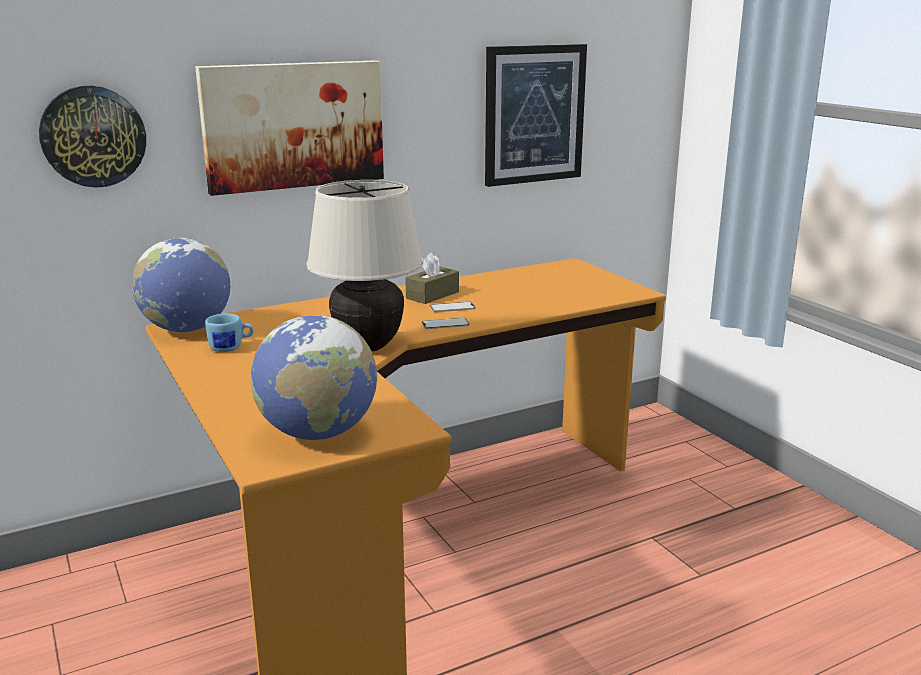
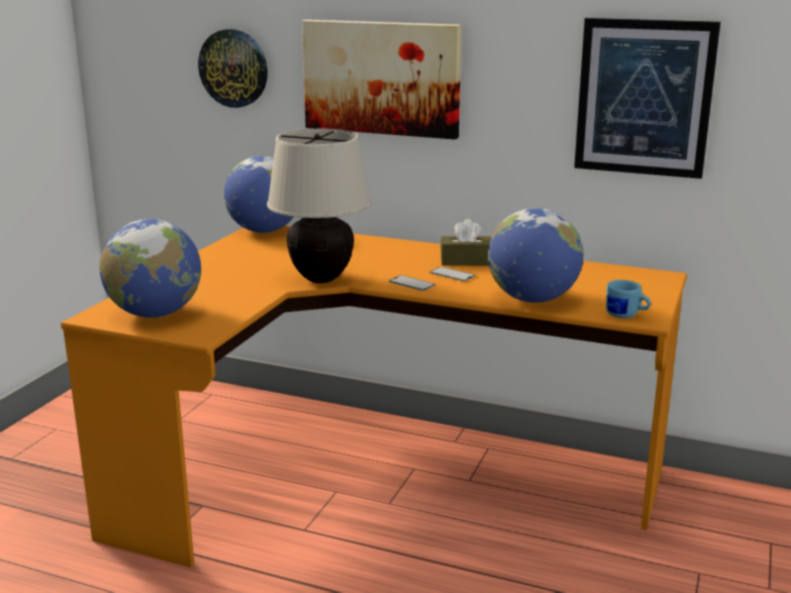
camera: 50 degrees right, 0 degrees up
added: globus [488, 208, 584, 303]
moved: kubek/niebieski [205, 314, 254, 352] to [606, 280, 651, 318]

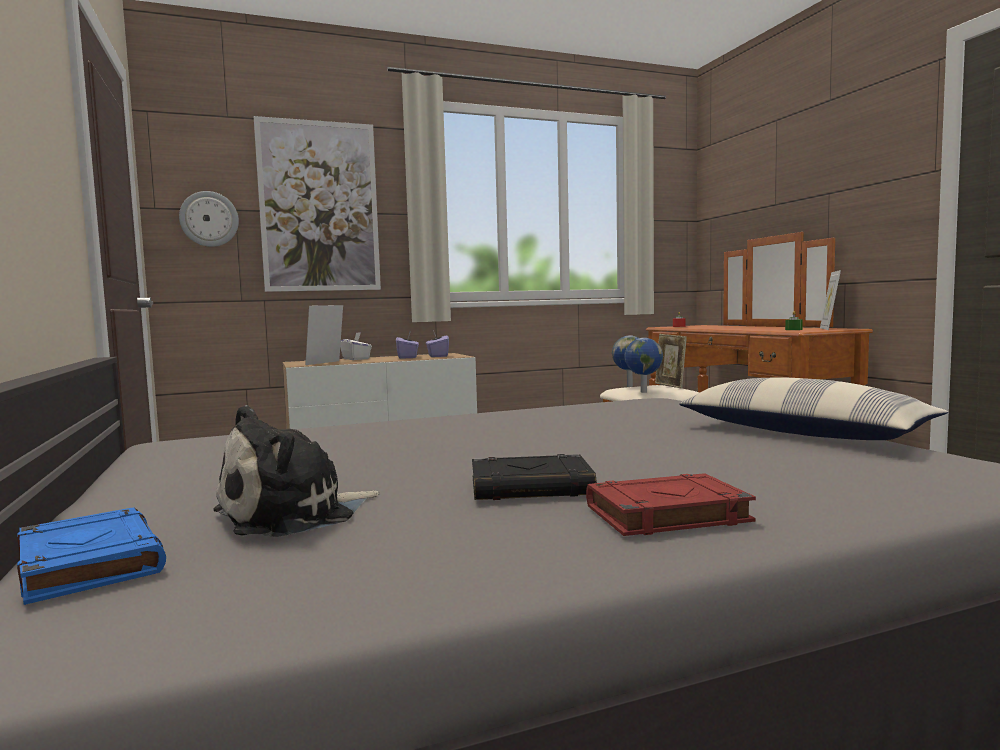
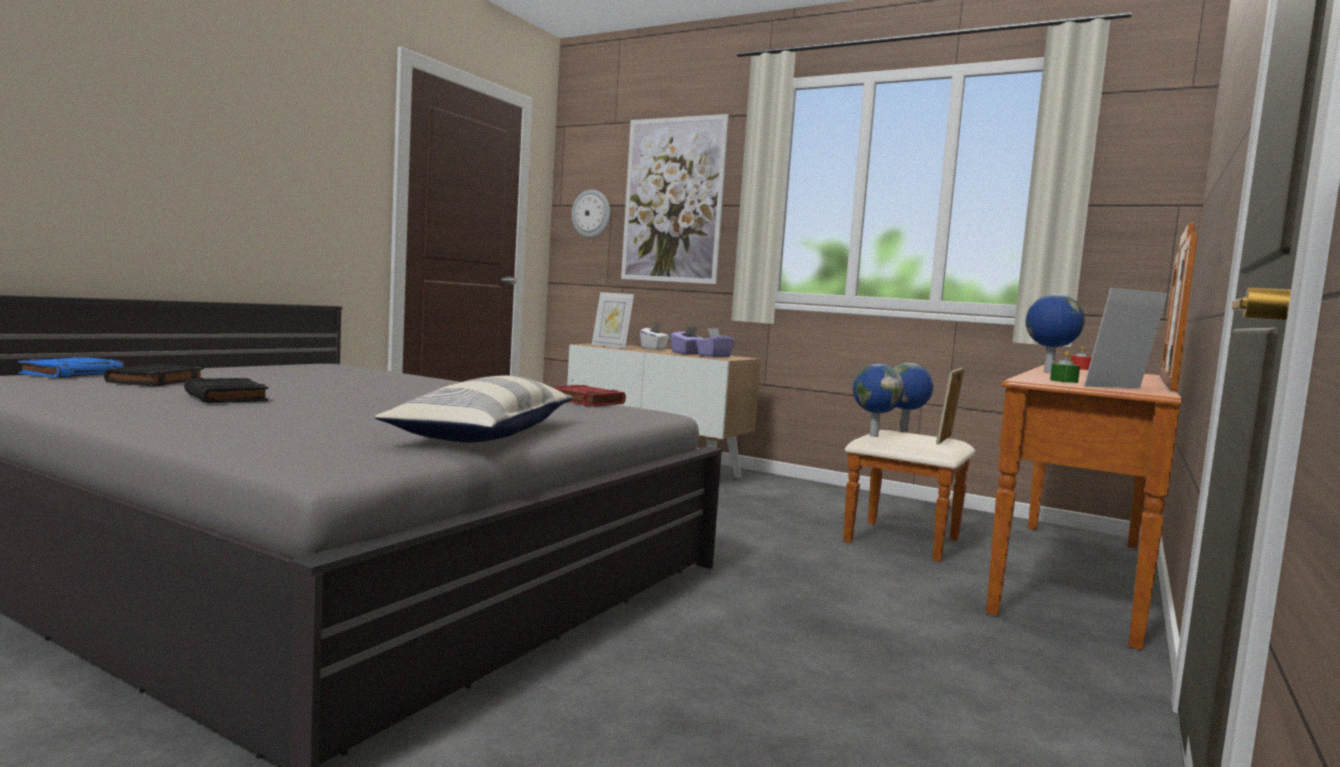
camera: 50 degrees right, 0 degrees up
added: globus [1026, 294, 1085, 373]
moved: książka/czerwony [586, 473, 756, 536] to [550, 385, 626, 407]
replaced: pluszak [213, 405, 379, 537] to książka/czarny [104, 364, 204, 386]
turned: ramka na zdjęcie [305, 305, 343, 365] = [592, 292, 634, 349] 135 degrees counterclockwise

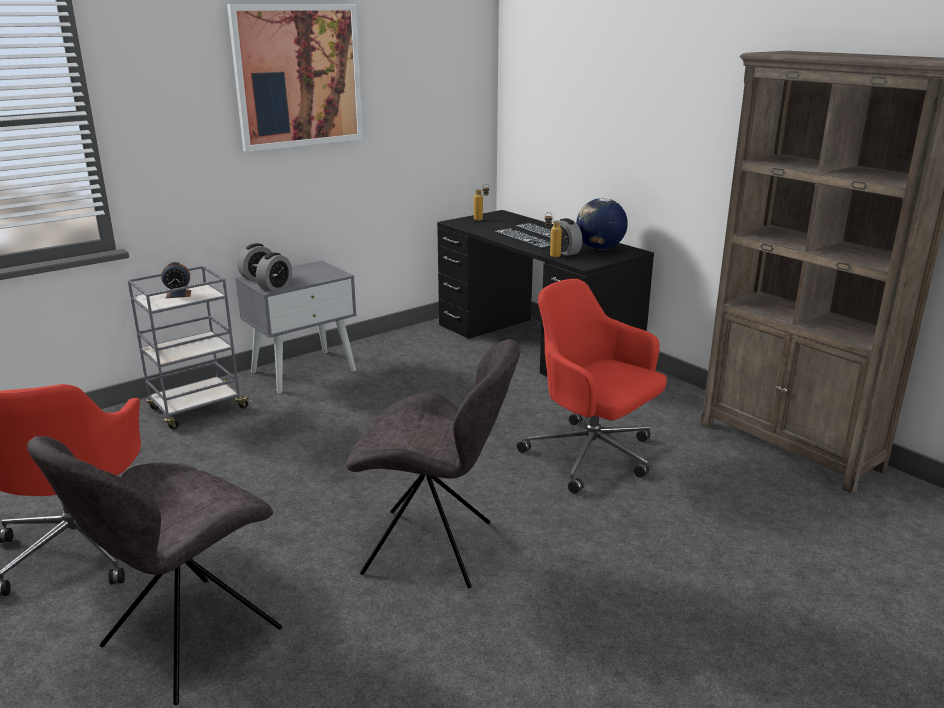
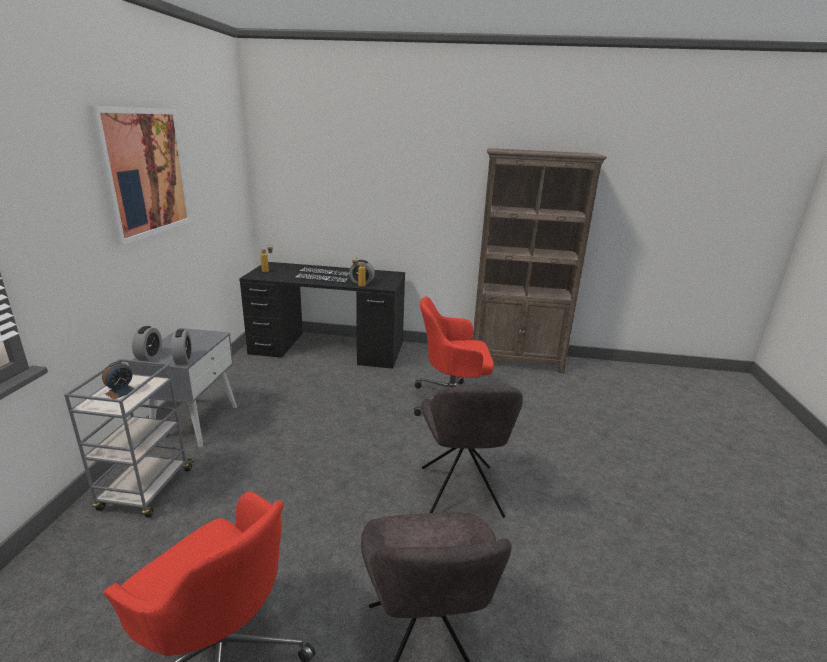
camera: 45 degrees left, 0 degrees up
removed: globus [576, 198, 628, 250]
turned: krzesło/szary [346, 339, 521, 588] = [421, 385, 523, 518] 120 degrees clockwise

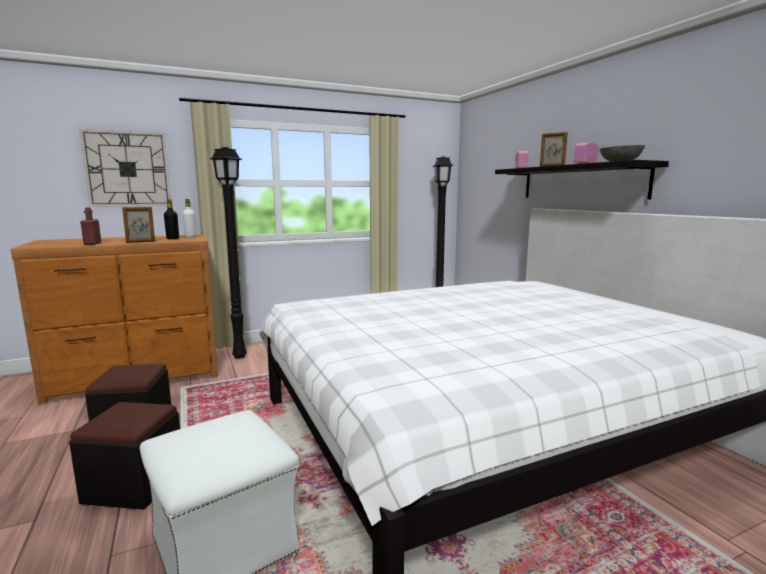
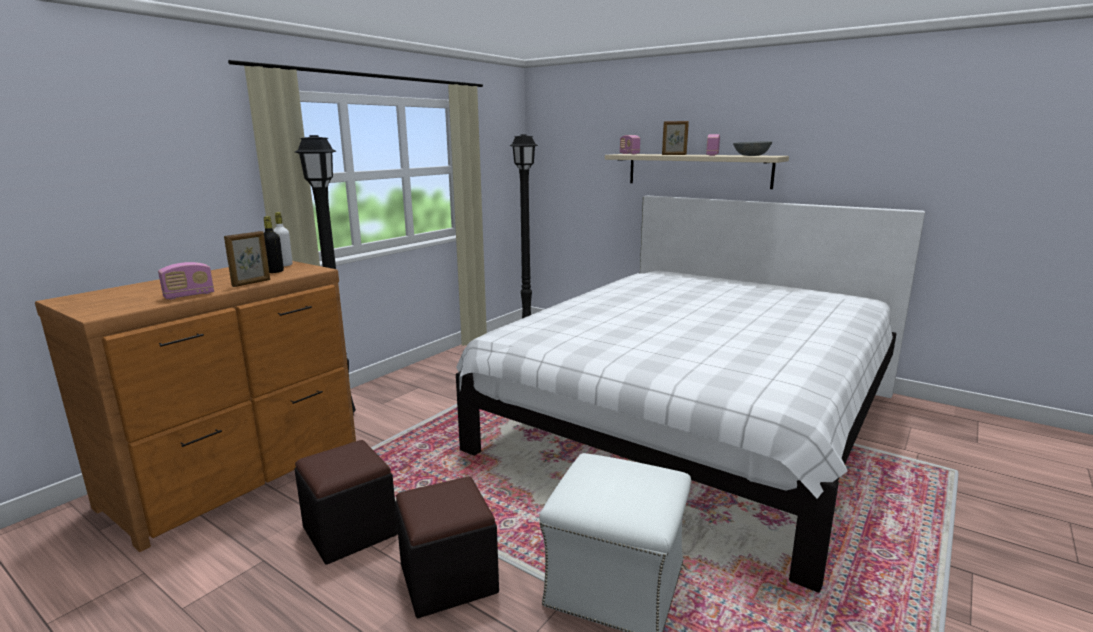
camera: 30 degrees left, 5 degrees up
removed: zegar ścienny [79, 129, 171, 207]
replaced: butelka/czerwony [80, 208, 101, 245] to radio [158, 262, 214, 300]
recoloured: półka/czarny [495, 160, 669, 199] to półka/beżowy [605, 154, 789, 189]

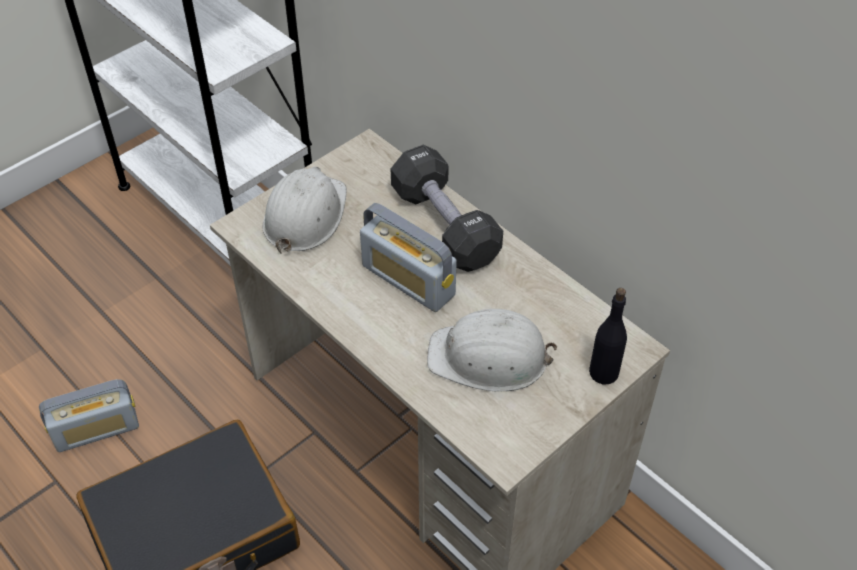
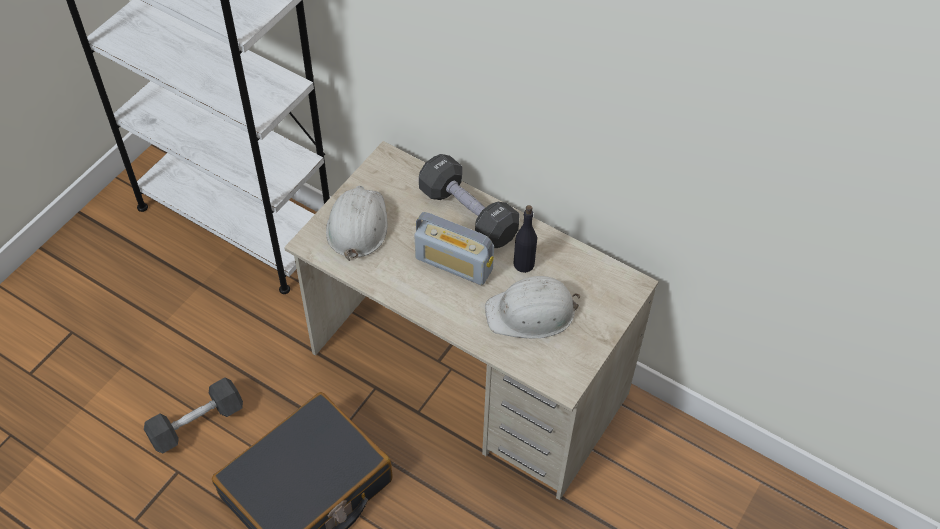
camera: 15 degrees left, 5 degrees up
moved: butelka/czarny [589, 288, 627, 384] to [513, 205, 537, 273]
replaced: radio [39, 379, 139, 452] to hantel/czarny [144, 377, 243, 454]

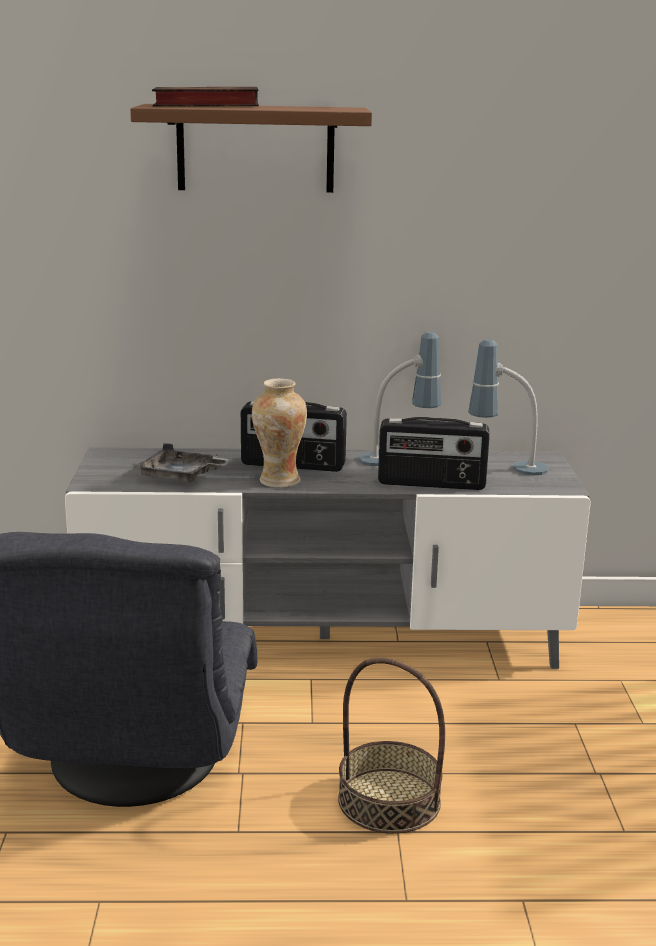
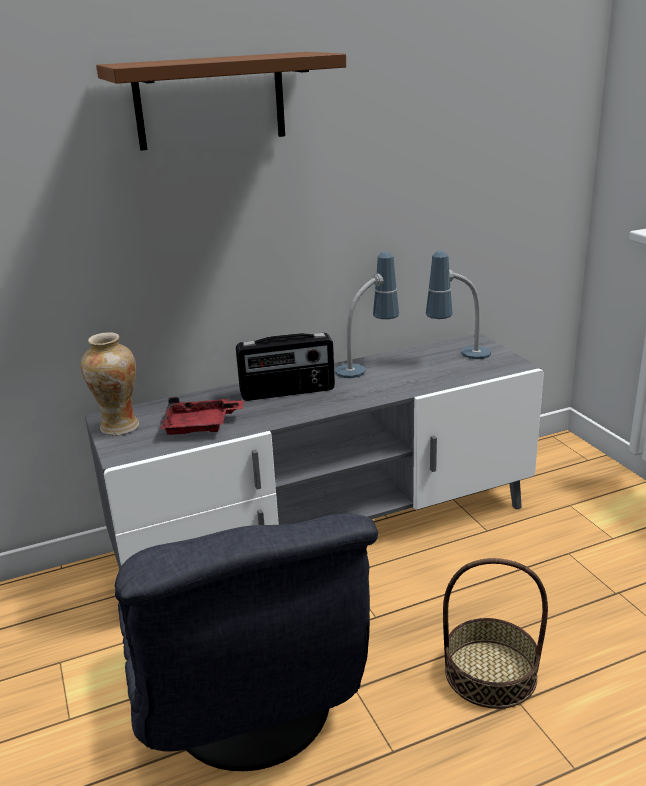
camera: 20 degrees left, 5 degrees up
removed: książka [152, 87, 259, 107]; radio [378, 417, 490, 490]
moved: wazon [252, 378, 307, 488] to [81, 332, 139, 436]
recoloured: taca/szary [134, 443, 232, 483] to taca/czerwony [159, 397, 244, 435]

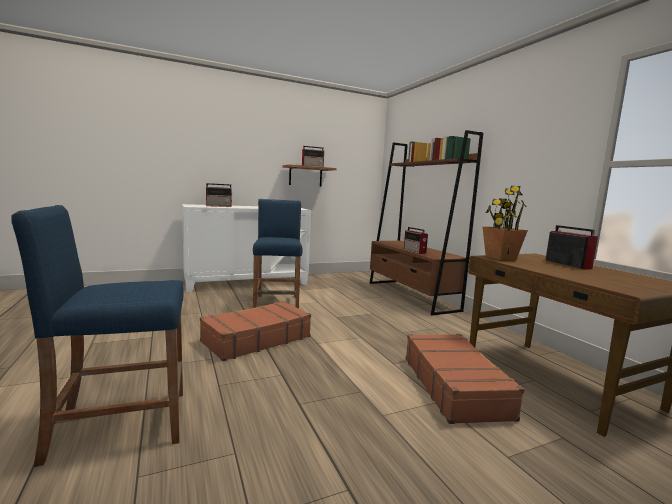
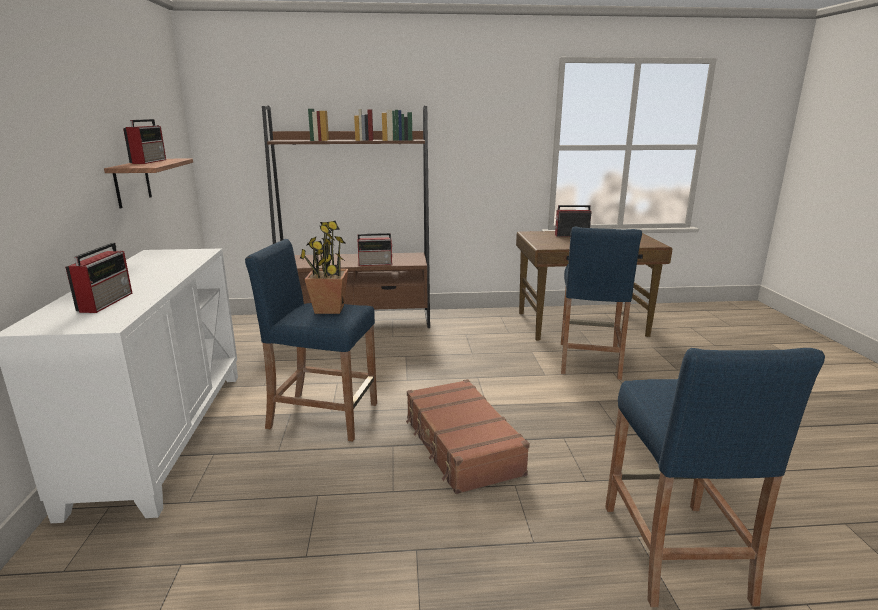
camera: 70 degrees left, 10 degrees up
moved: roślina doniczkowa [483, 186, 528, 260] to [300, 221, 348, 314]
replaced: walizka/brązowy [406, 334, 524, 424] to stołek/niebieski [561, 226, 642, 380]

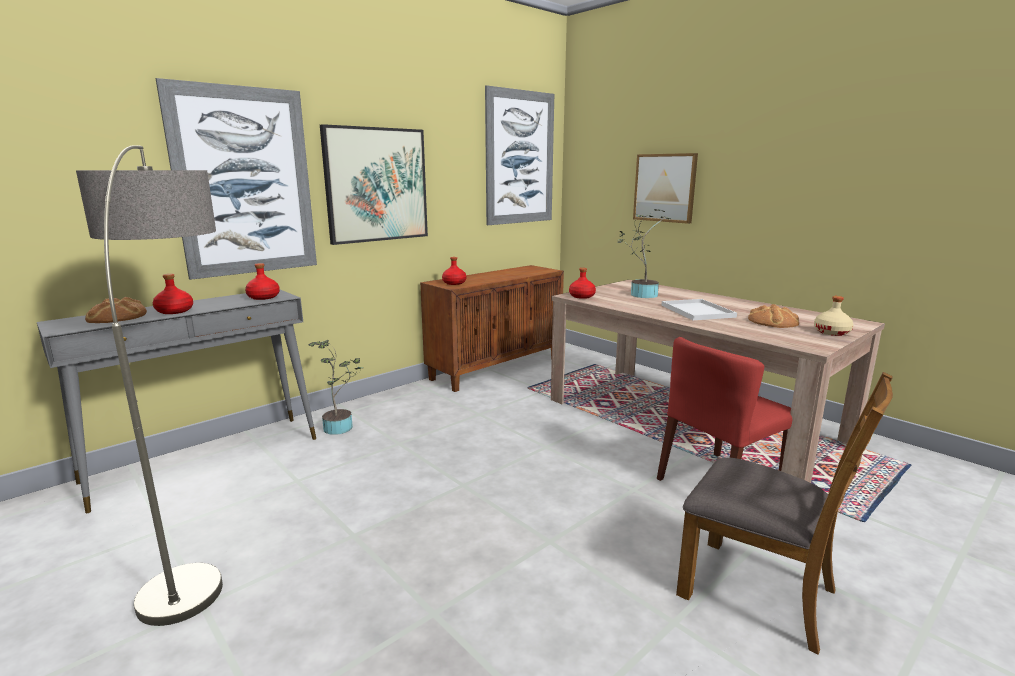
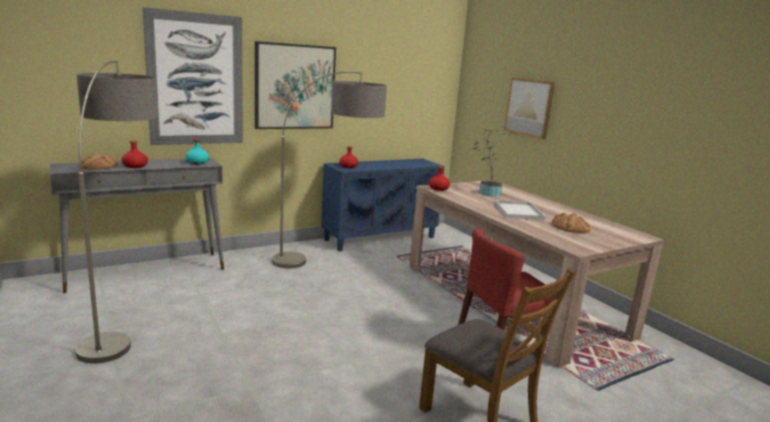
camera: 10 degrees right, 0 degrees up
removed: roślina doniczkowa [309, 340, 362, 435]; obraz [485, 85, 554, 225]; butelka/beżowy [814, 296, 853, 336]
added: lampa stojąca [272, 71, 387, 268]
recoloured: butelka/czerwony [245, 263, 280, 300] to butelka/turkusowy [185, 139, 209, 165]; szafka/brązowy [420, 265, 564, 392] to szafka/niebieski [321, 159, 445, 251]

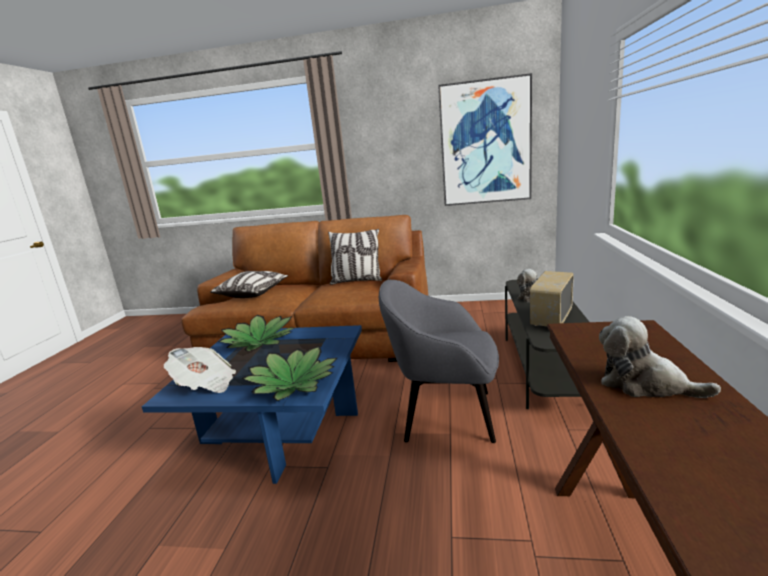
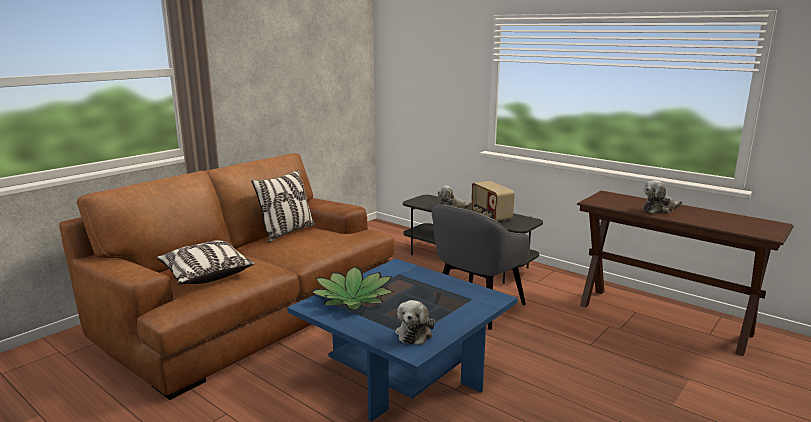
camera: 60 degrees left, 0 degrees up
removed: roślina doniczkowa [241, 346, 337, 401]; obraz [438, 73, 532, 206]
replaced: gazeta [164, 347, 236, 393] to pluszak [395, 300, 435, 345]

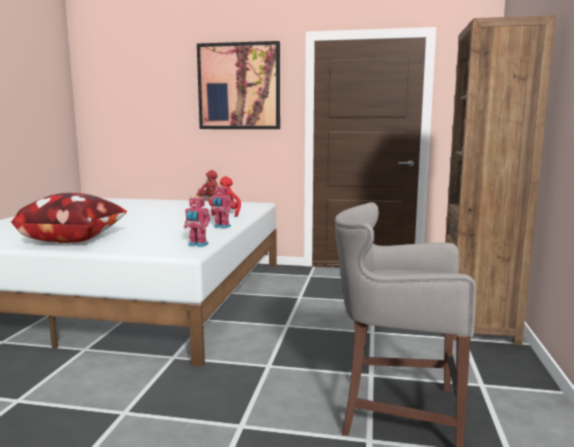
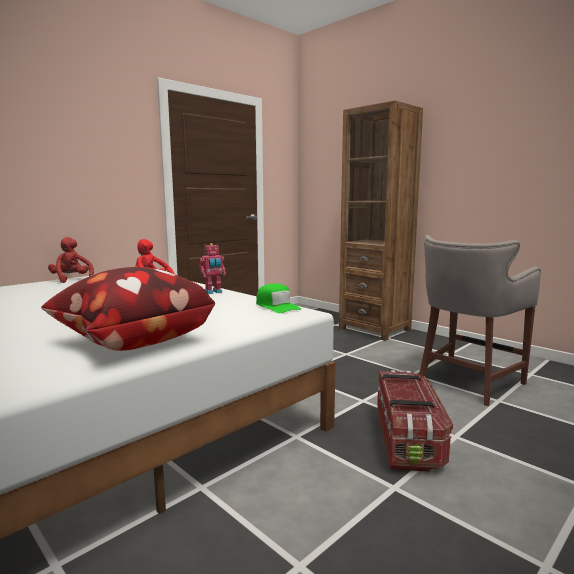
camera: 55 degrees left, 0 degrees up
removed: obraz [197, 41, 280, 129]
added: pojemnik do przechowywania [377, 370, 453, 472]
replaced: robot zabawkowy [184, 195, 211, 247] to czapka z daszkiem/zielony [256, 284, 301, 313]

